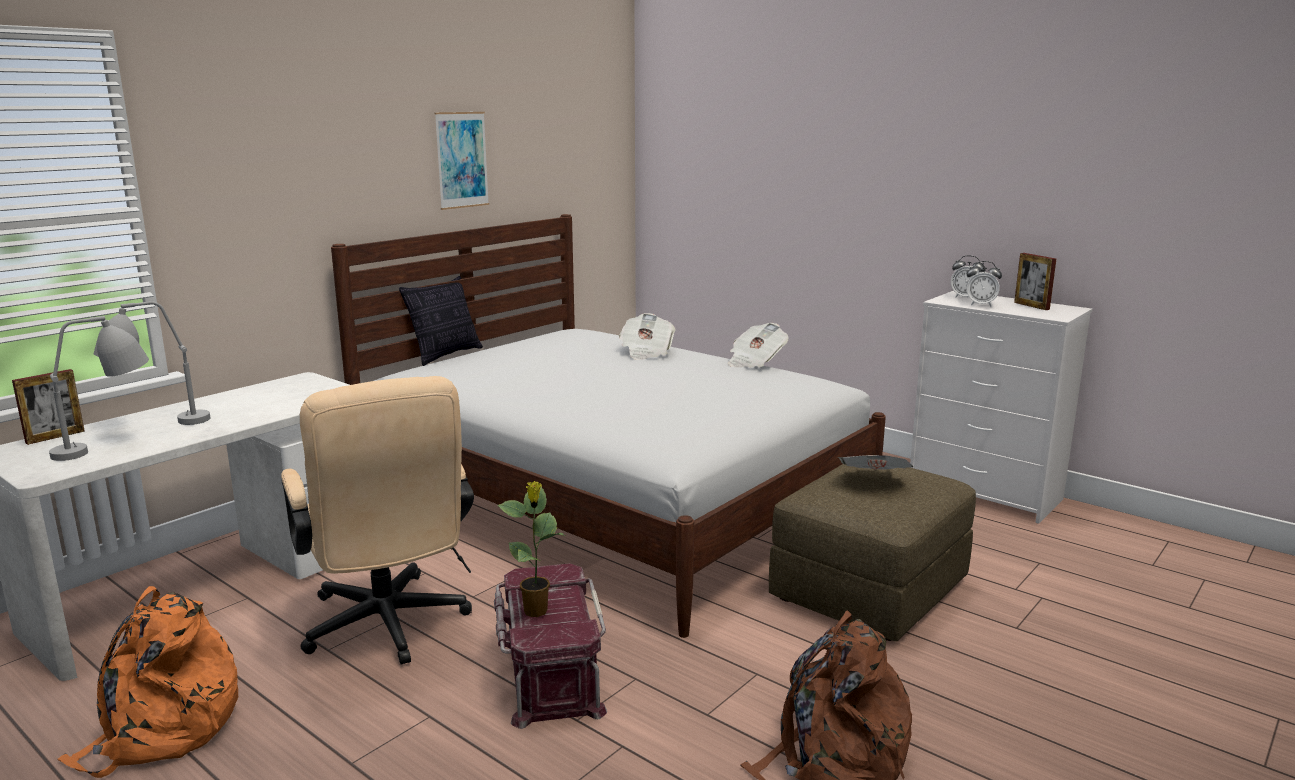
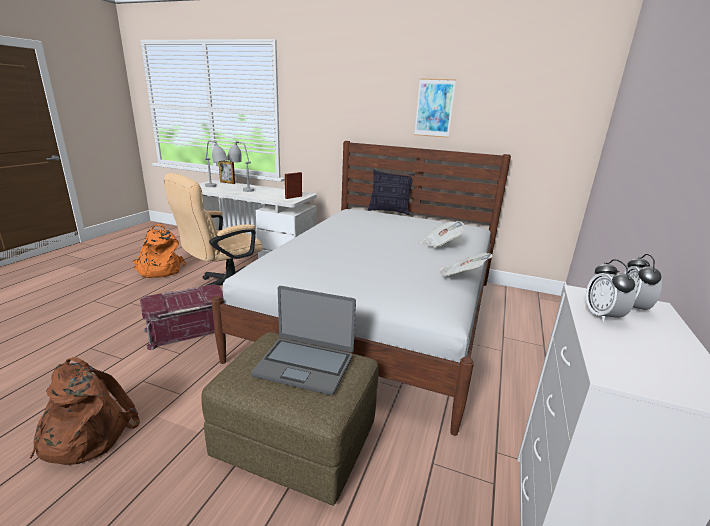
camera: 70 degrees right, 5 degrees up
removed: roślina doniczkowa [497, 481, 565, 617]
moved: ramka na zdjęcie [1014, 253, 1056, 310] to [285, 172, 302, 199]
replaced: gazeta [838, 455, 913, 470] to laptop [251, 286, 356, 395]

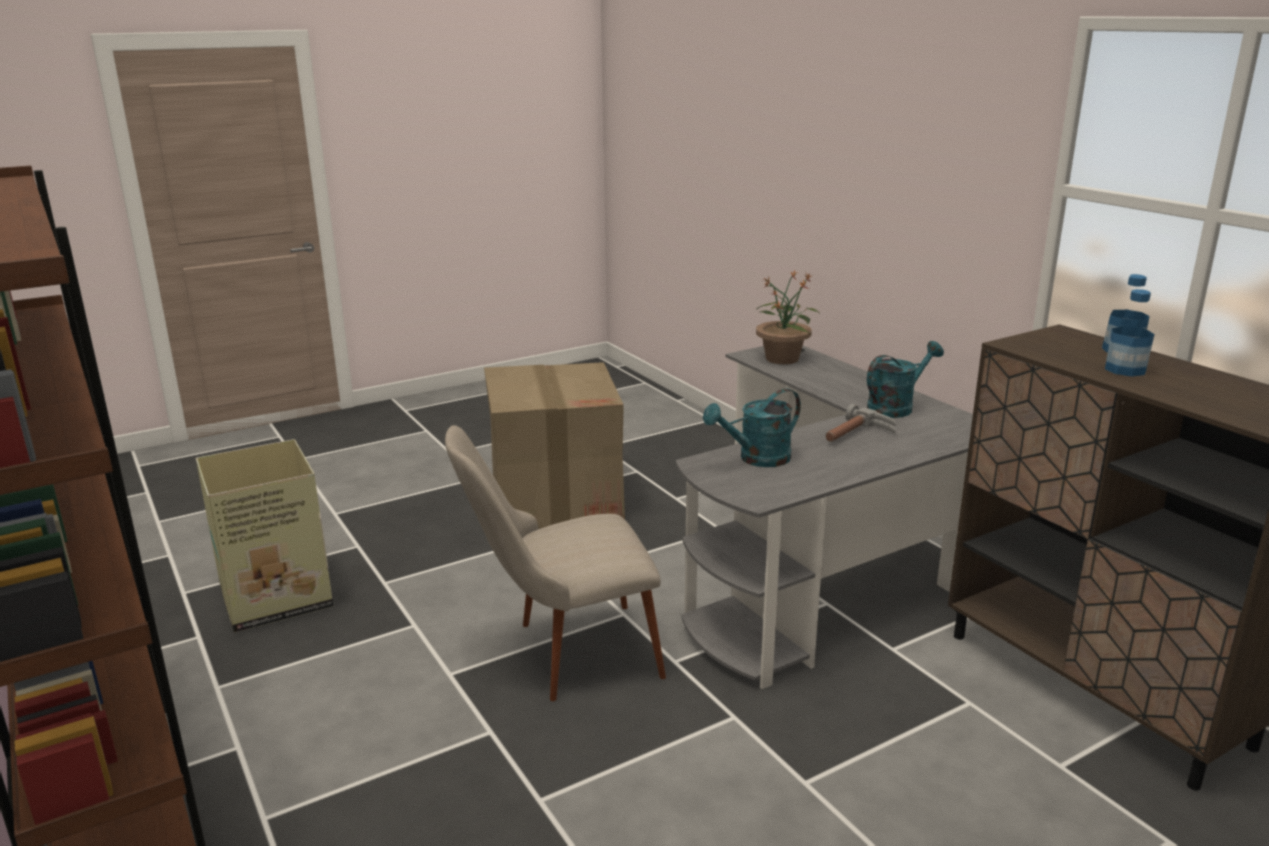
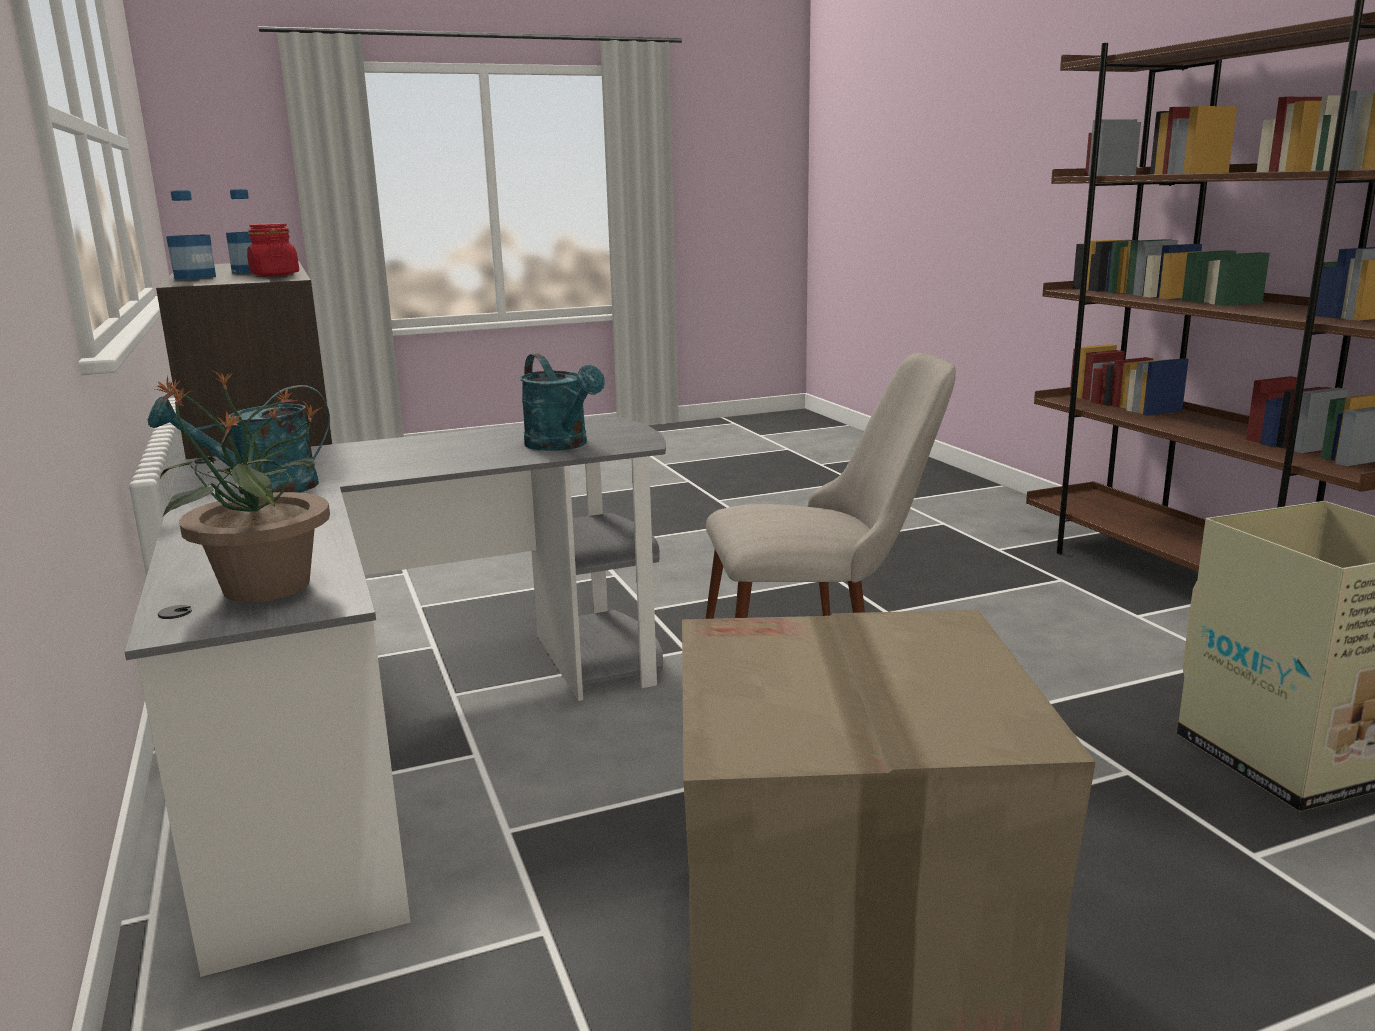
camera: 170 degrees left, 5 degrees down
removed: młotek [826, 404, 896, 442]
added: słoik/czerwony [247, 223, 299, 276]
turned: konewka/turkusowy [703, 388, 801, 467] = [520, 353, 605, 451] 75 degrees clockwise

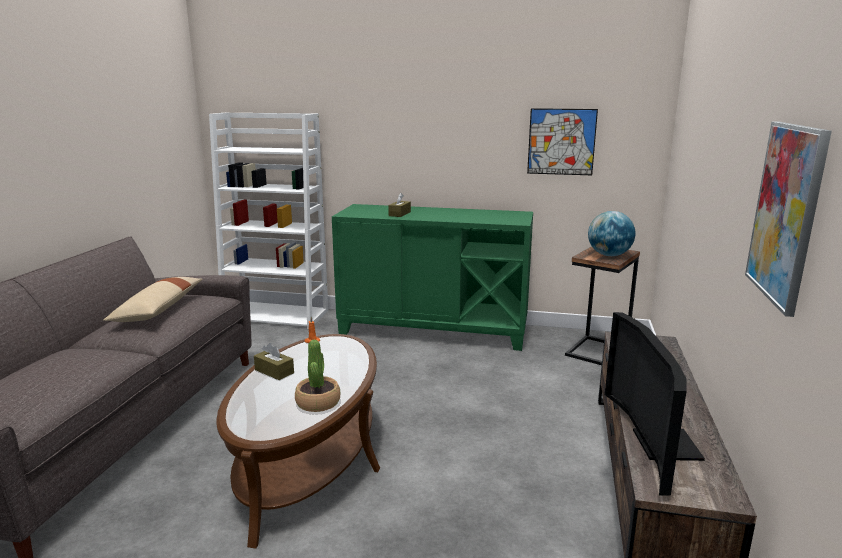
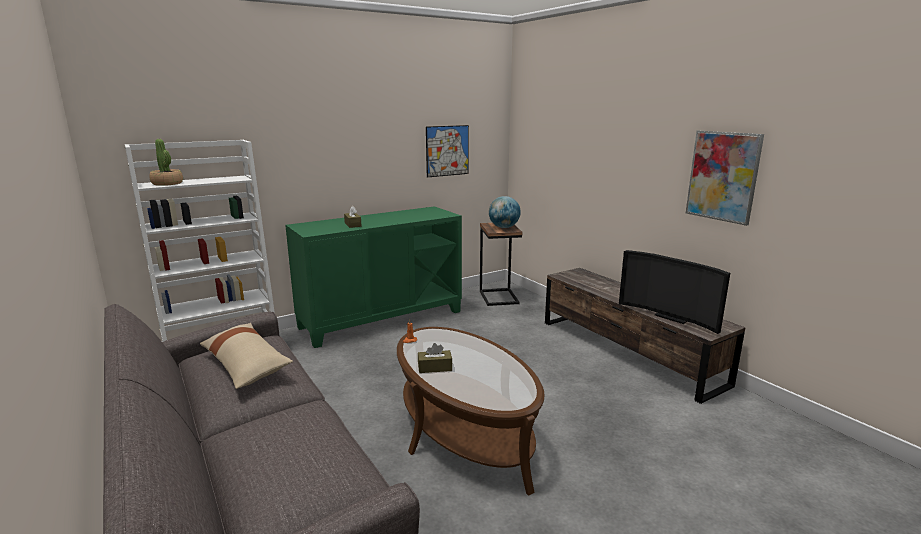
camera: 45 degrees left, 0 degrees up
moved: roślina doniczkowa [295, 339, 340, 412] to [149, 139, 183, 186]

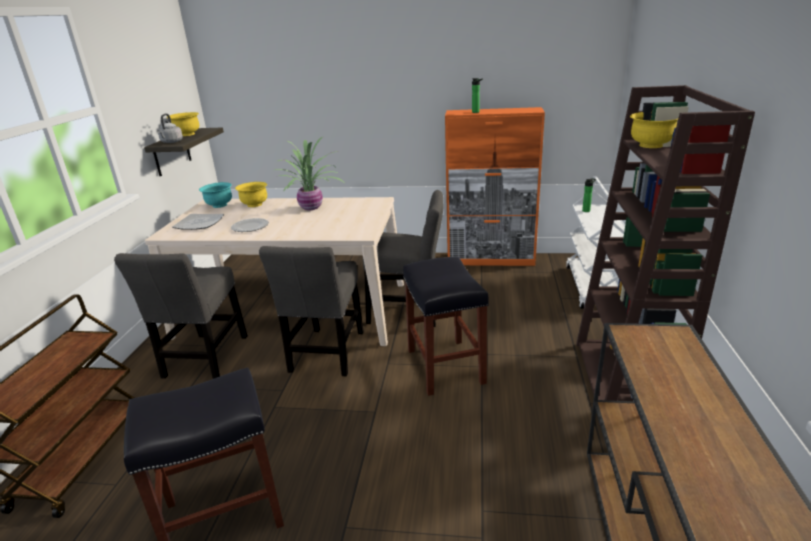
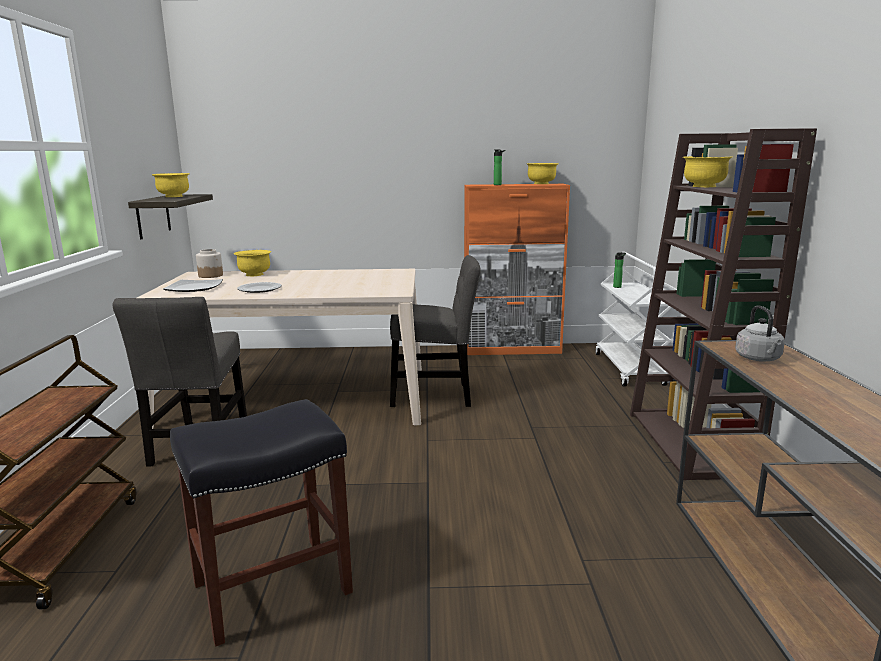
camera: 10 degrees left, 10 degrees down
removed: krzesło/szary [259, 246, 364, 376]; roślina doniczkowa [275, 137, 344, 210]; stołek/czarny [403, 257, 489, 396]
added: miska/żółty [527, 163, 558, 184]
moved: czajnik/szary [158, 113, 183, 143] to [735, 305, 785, 361]
replaced: miska/turkusowy [199, 182, 232, 208] to słoik [196, 249, 223, 278]

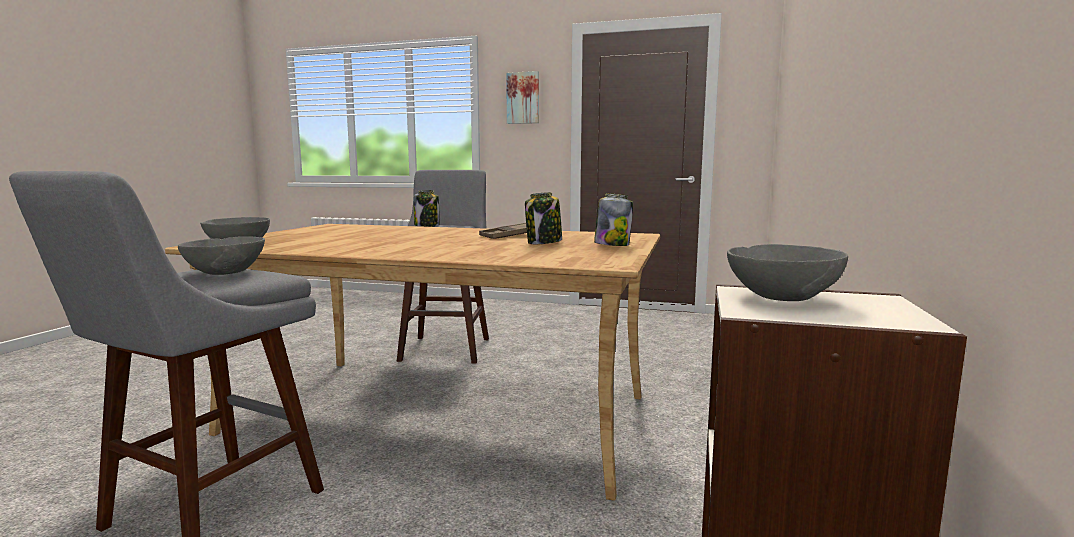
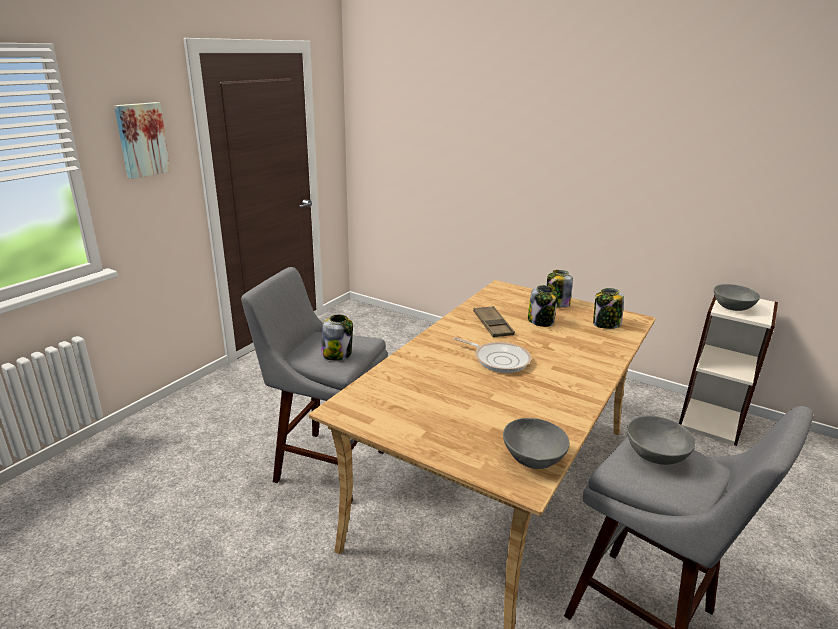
camera: 75 degrees left, 15 degrees up
added: patelnia [454, 337, 532, 373]; słoik [593, 288, 624, 329]

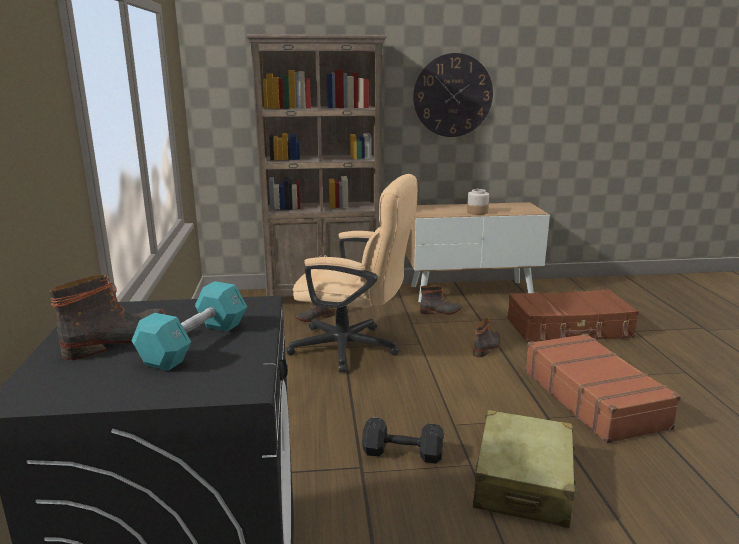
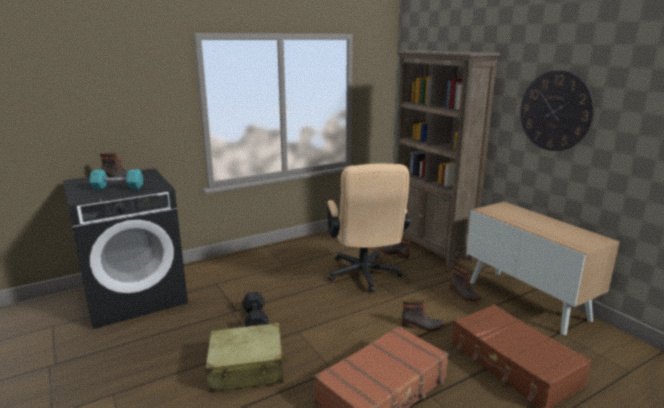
camera: 65 degrees right, 0 degrees up
removed: słoik [467, 189, 489, 215]

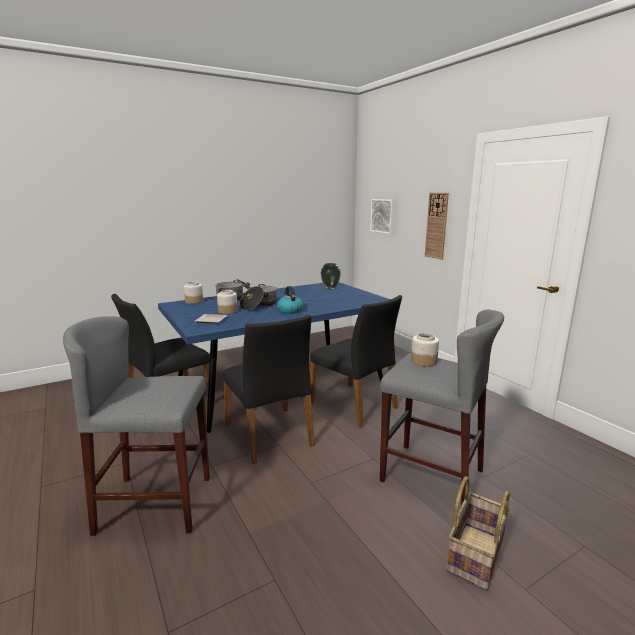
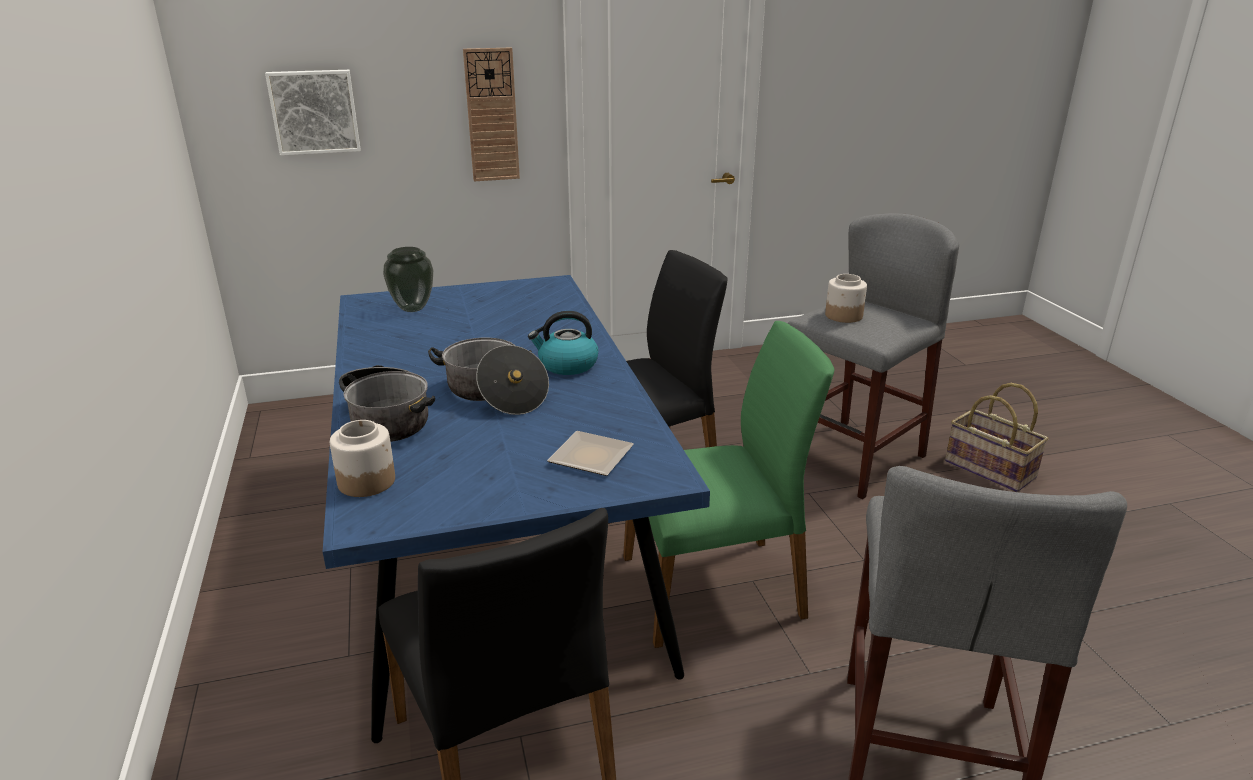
camera: 75 degrees left, 10 degrees up
removed: słoik [217, 290, 238, 314]
recoloured: krzesło/czarny [223, 315, 315, 464] to krzesło/zielony [623, 321, 834, 648]

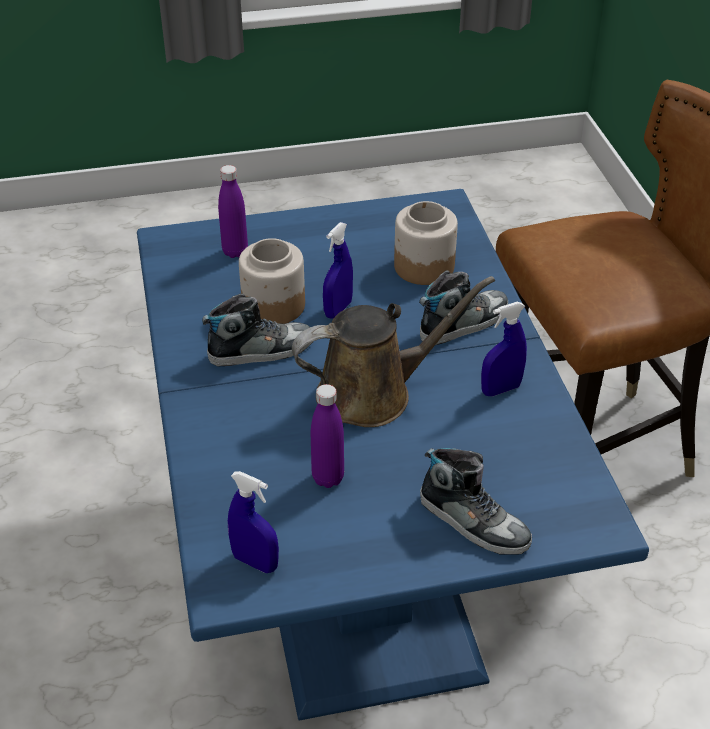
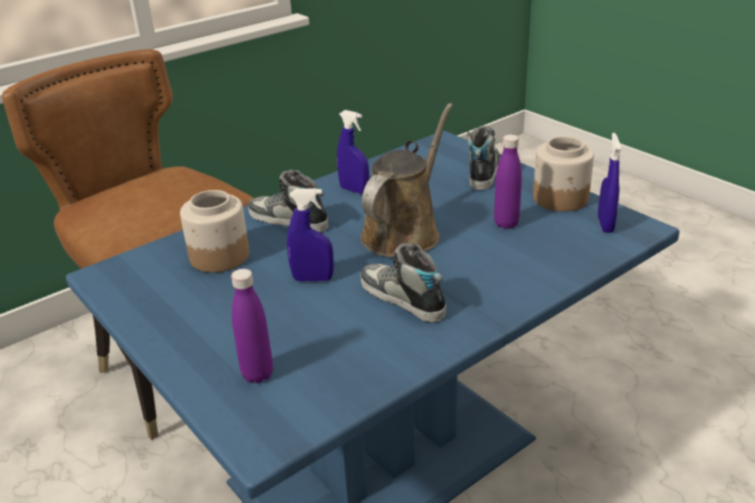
camera: 115 degrees left, 10 degrees down
moved: słoik [239, 238, 305, 324] to [533, 136, 594, 211]
turned: konewka/brązowy [292, 276, 495, 427] = [360, 103, 453, 257] 75 degrees clockwise

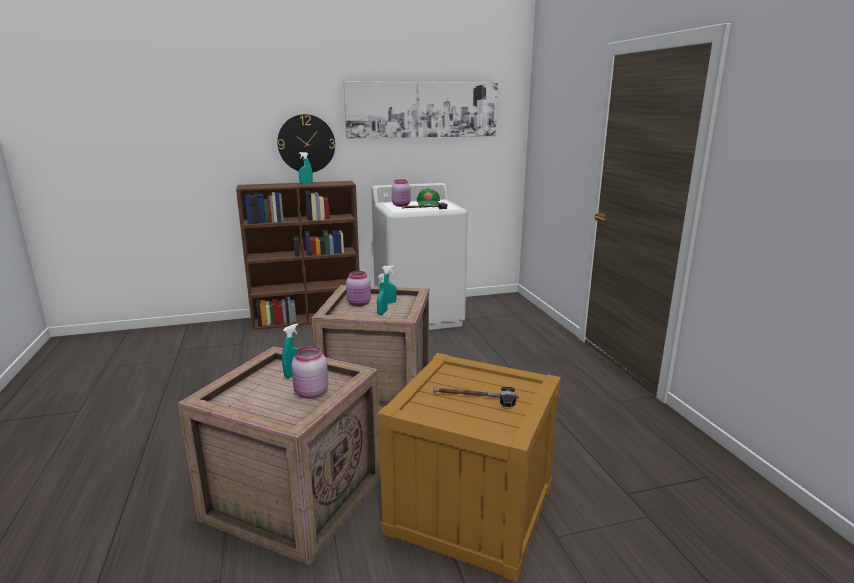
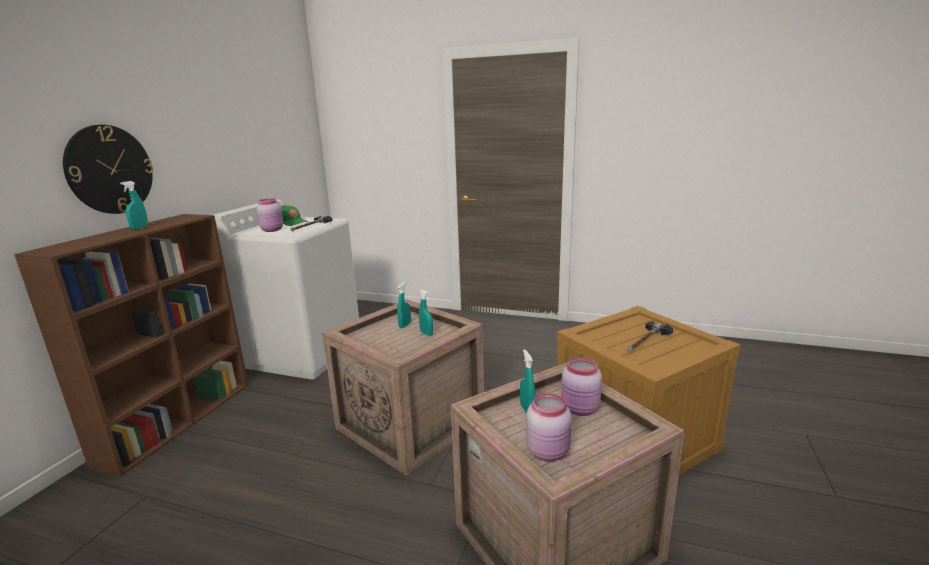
camera: 55 degrees left, 0 degrees up
removed: obraz [344, 81, 498, 139]
moved: słoik/różowy [346, 271, 371, 307] to [526, 393, 572, 462]

